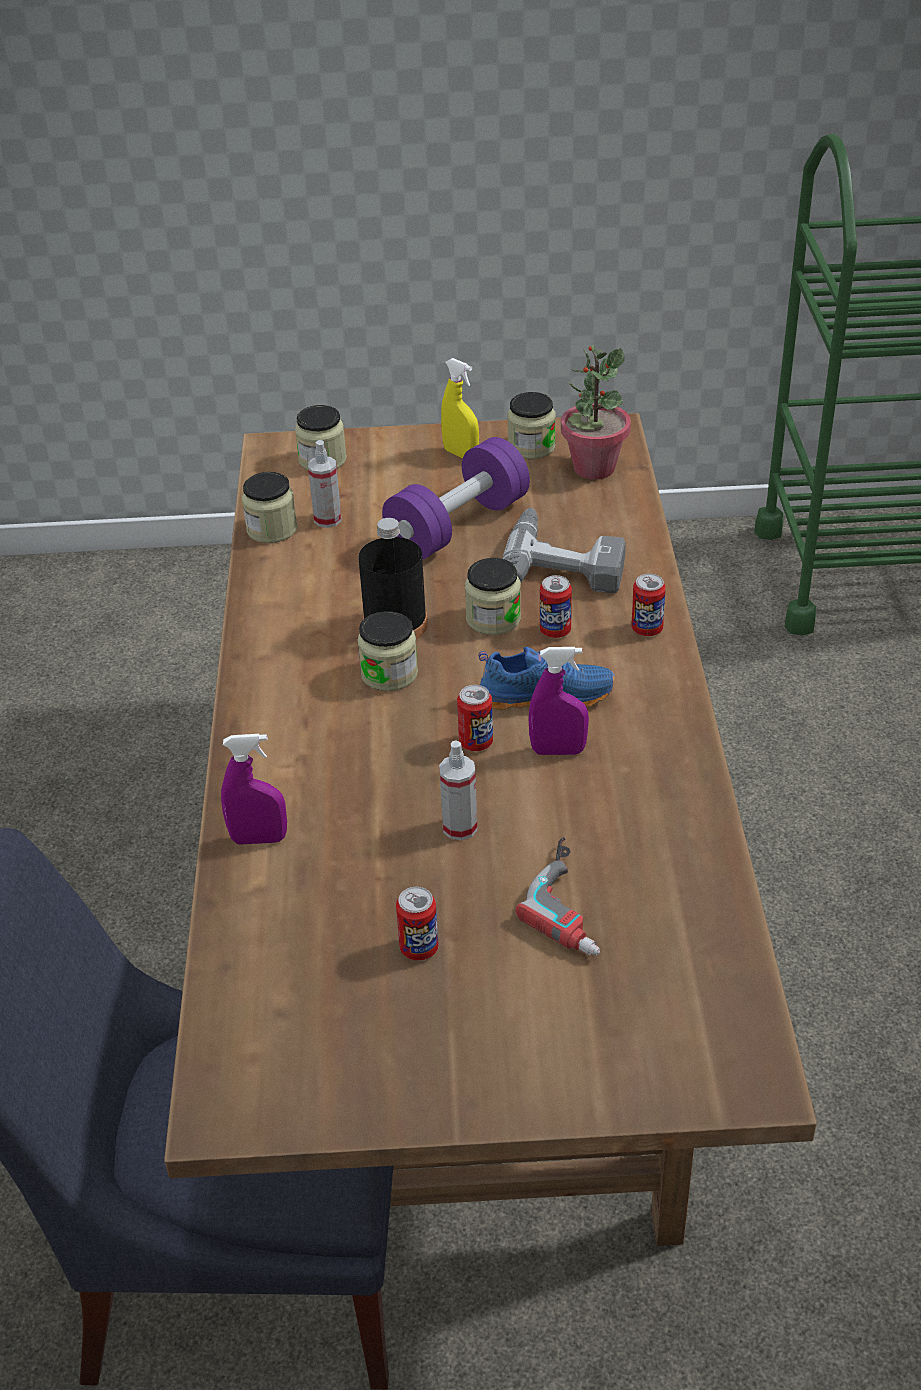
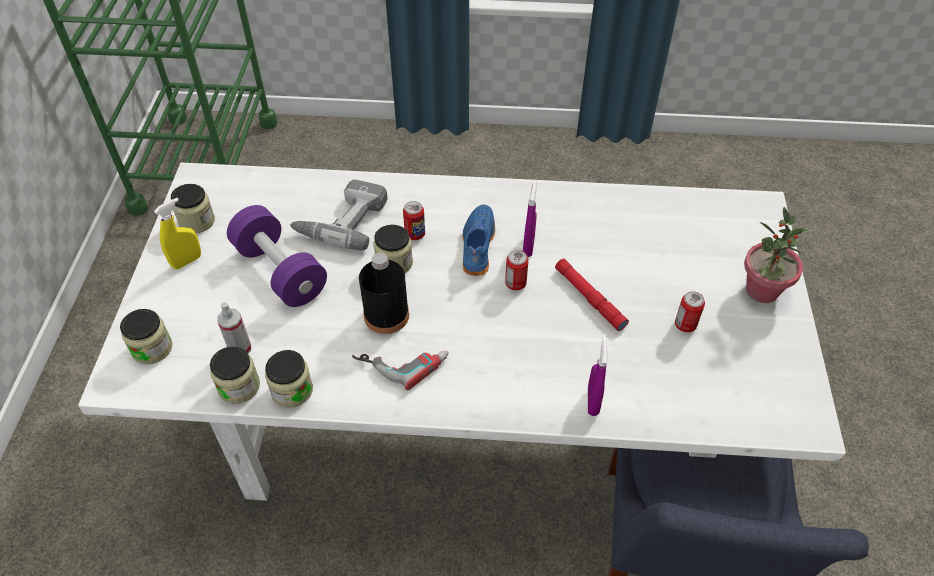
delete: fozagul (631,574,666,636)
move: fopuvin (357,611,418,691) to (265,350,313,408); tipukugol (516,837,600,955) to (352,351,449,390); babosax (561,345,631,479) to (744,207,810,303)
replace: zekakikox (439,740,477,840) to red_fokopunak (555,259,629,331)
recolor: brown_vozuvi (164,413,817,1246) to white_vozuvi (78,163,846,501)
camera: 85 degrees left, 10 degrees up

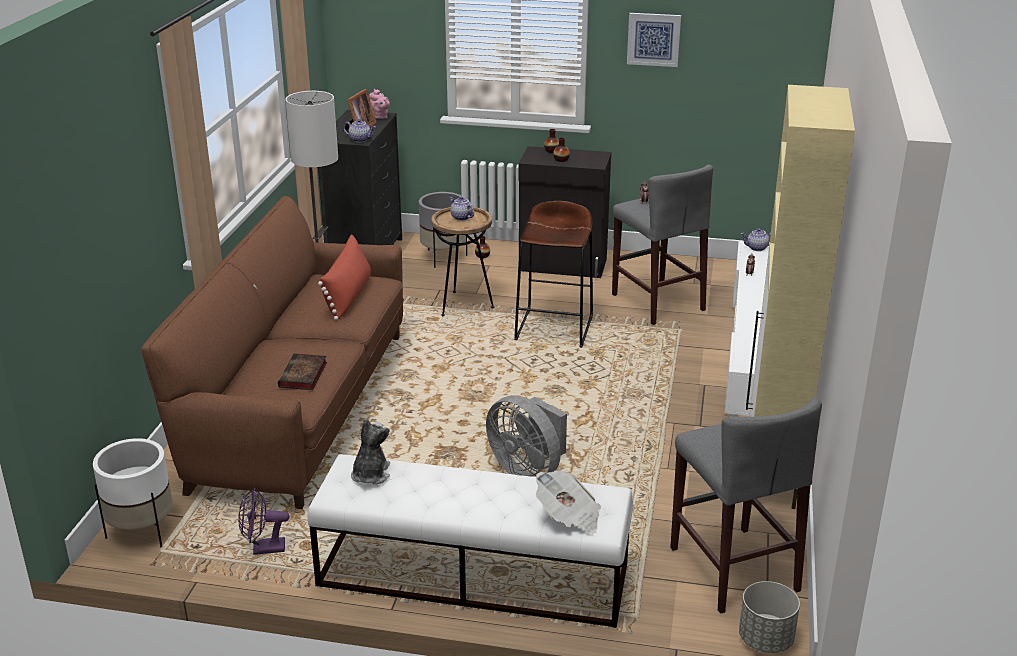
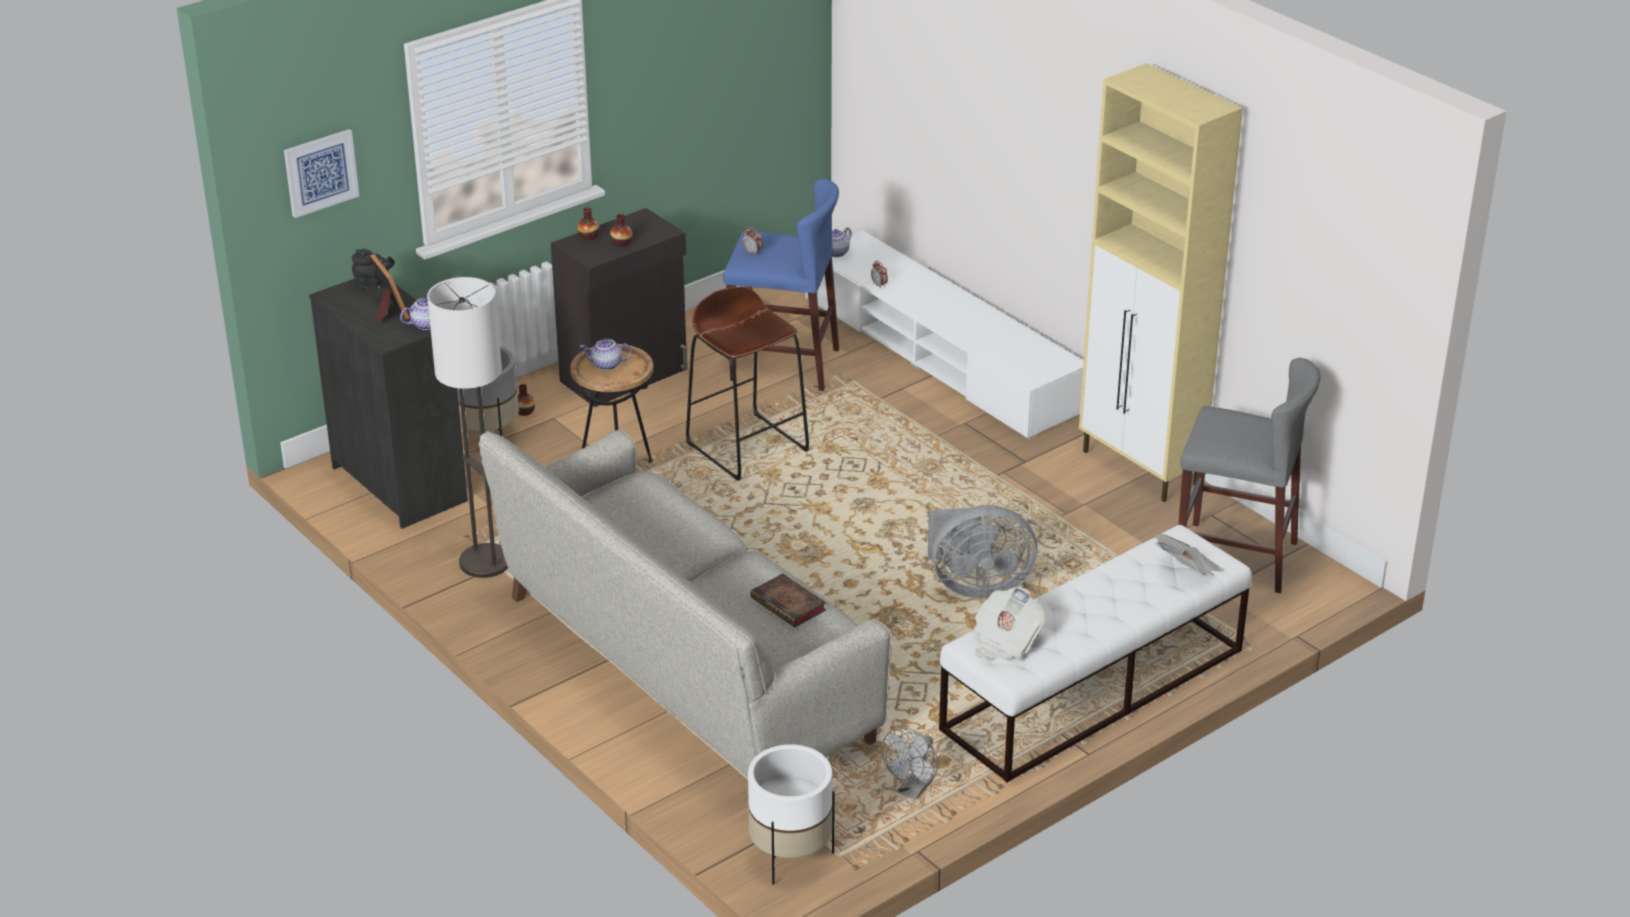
delete: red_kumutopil (318,234,371,320); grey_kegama (739,581,800,653)
move: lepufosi (627,13,681,67) to (284,129,359,218)
replace: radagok (351,419,390,485) to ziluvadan (973,587,1045,660)
recolor: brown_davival (142,196,404,509) to grey_davival (479,430,891,777); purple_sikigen (238,488,289,555) to grey_sikigen (882,727,938,800); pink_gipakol (369,89,390,119) to black_gipakol (352,249,395,289); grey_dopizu (612,164,713,325) to blue_dopizu (723,179,839,391)
camera: 50 degrees left, 5 degrees up

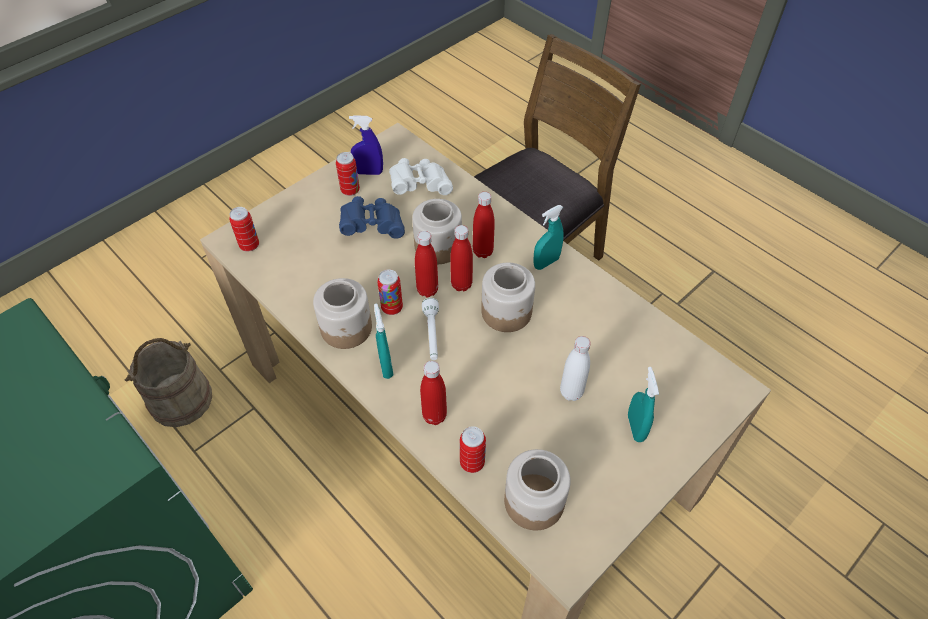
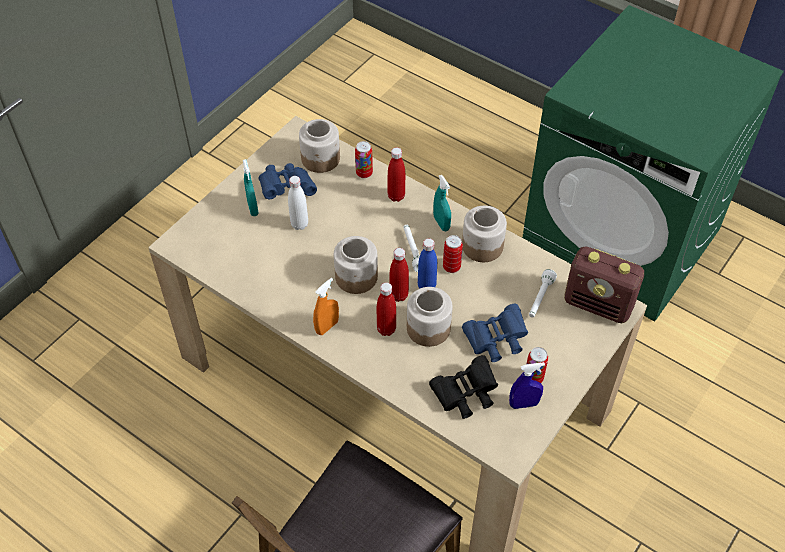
delete: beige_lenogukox (124,338,212,427)
insert: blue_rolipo (258,163,317,199); white_fokopunak (529,269,557,318)
replace: fozagul (229,207,259,252) to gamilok (564,247,644,323)
recolor: white_rolipo (389,158,453,195) to black_rolipo (429,355,498,419); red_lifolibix (415,231,438,297) to blue_lifolibix (418,238,437,289); turquoise_zekakikox (533,205,563,270) to orange_zekakikox (313,278,339,335)
camera: 170 degrees right, 0 degrees up

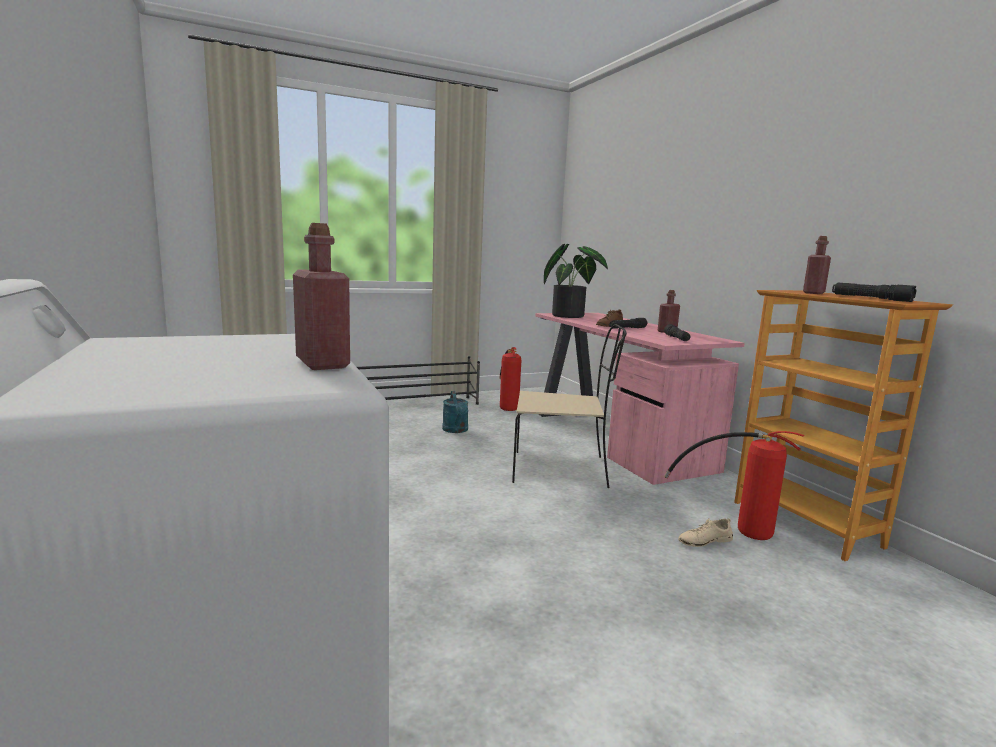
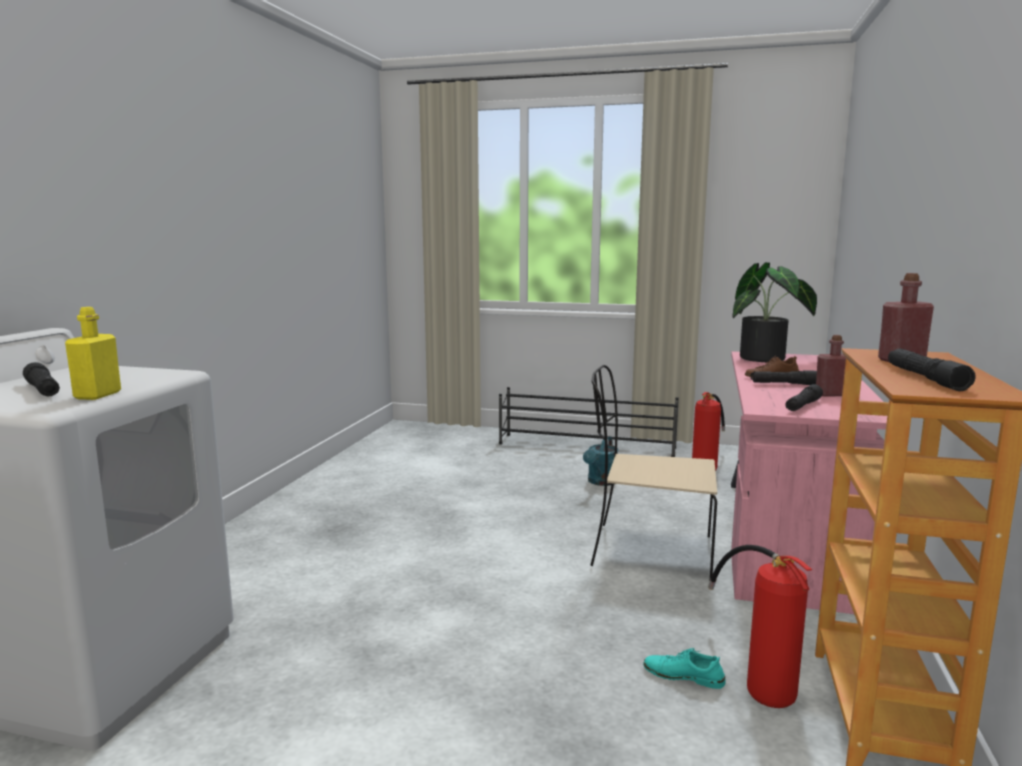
insert: black_fokopunak (23,362,60,396)
recolor: red_lifolibix (293,223,350,370) to yellow_lifolibix (65,307,121,400); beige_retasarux (678,518,733,547) to turquoise_retasarux (643,648,726,689)
rotate: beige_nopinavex (512,324,627,488) = (590,365,717,578) 150 degrees clockwise
camera: 40 degrees right, 0 degrees up

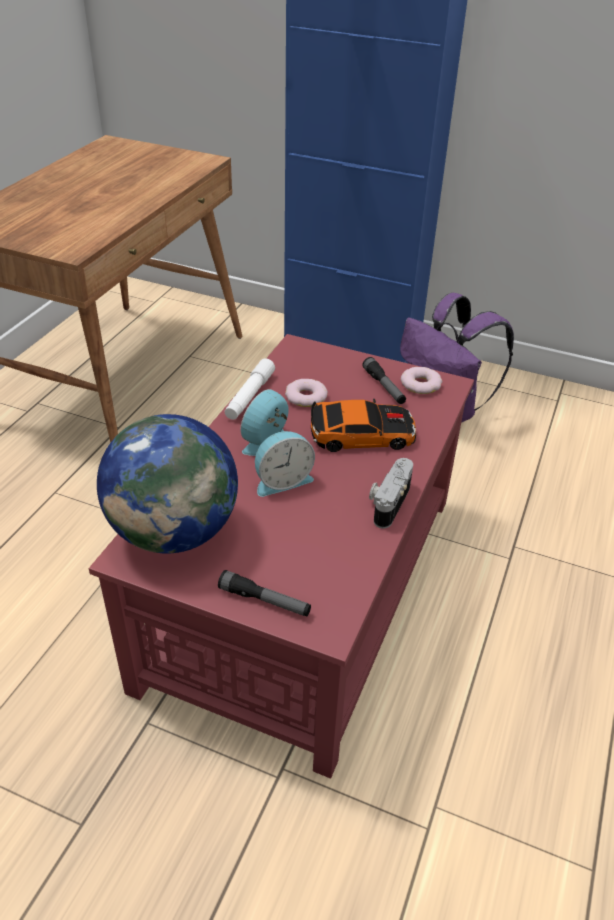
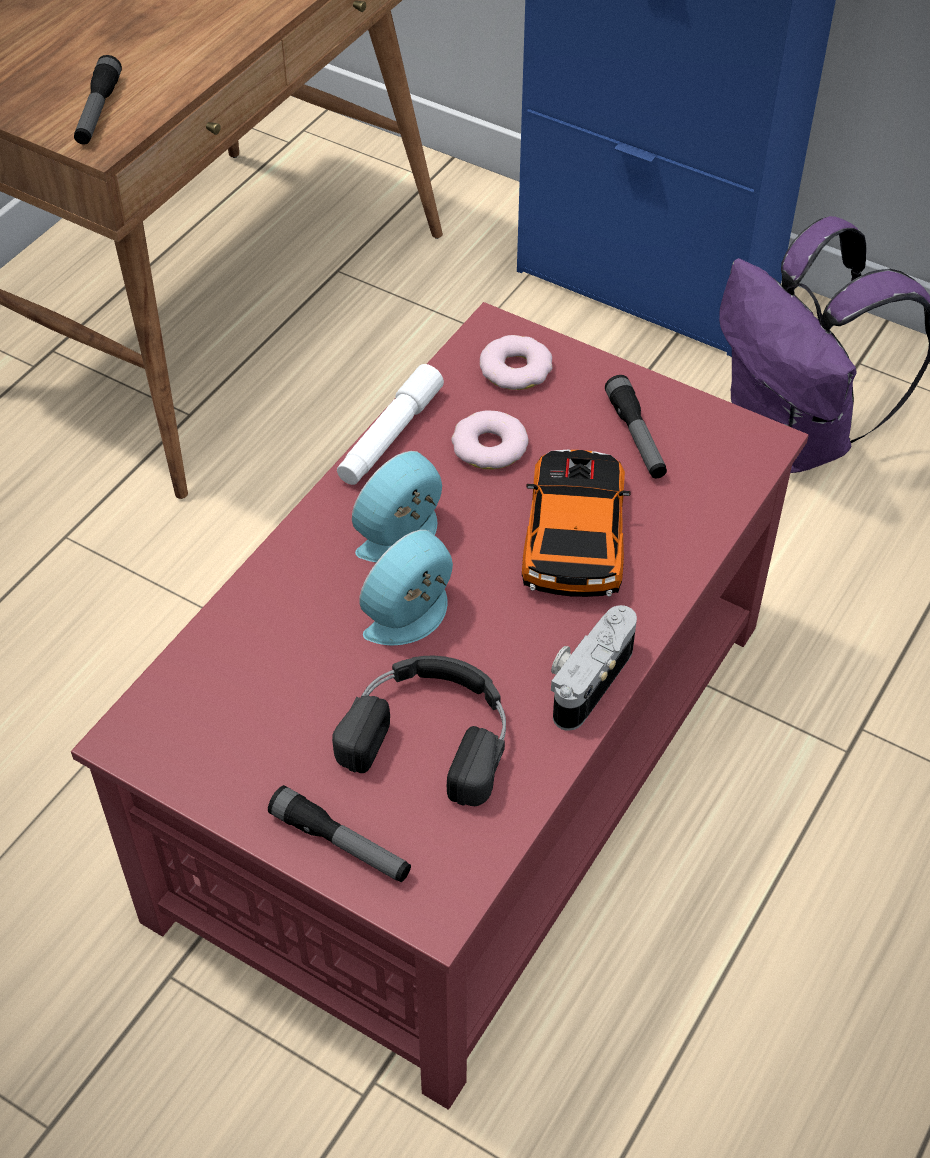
delete: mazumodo (97,414,238,553)
insert: fokopunak (74,55,122,145); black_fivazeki (332,656,506,806)
move: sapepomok (401,367,442,394) to (480,335,552,390)
rotate: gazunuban (255,431,315,497) = (359,530,453,645) 150 degrees clockwise; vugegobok (311,399,416,452) = (522,450,631,597) 90 degrees counterclockwise
camera: 10 degrees right, 10 degrees up

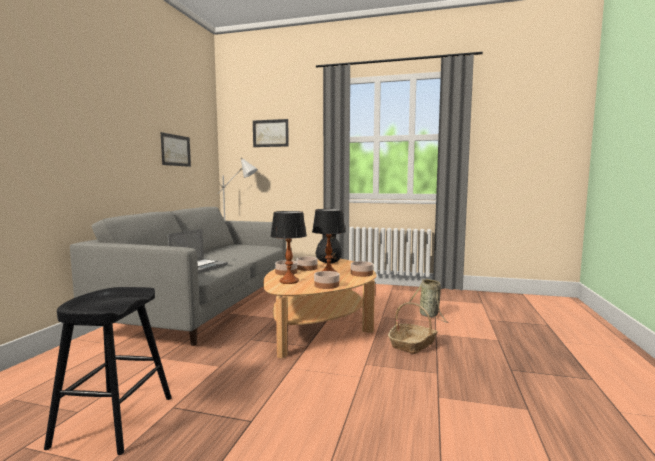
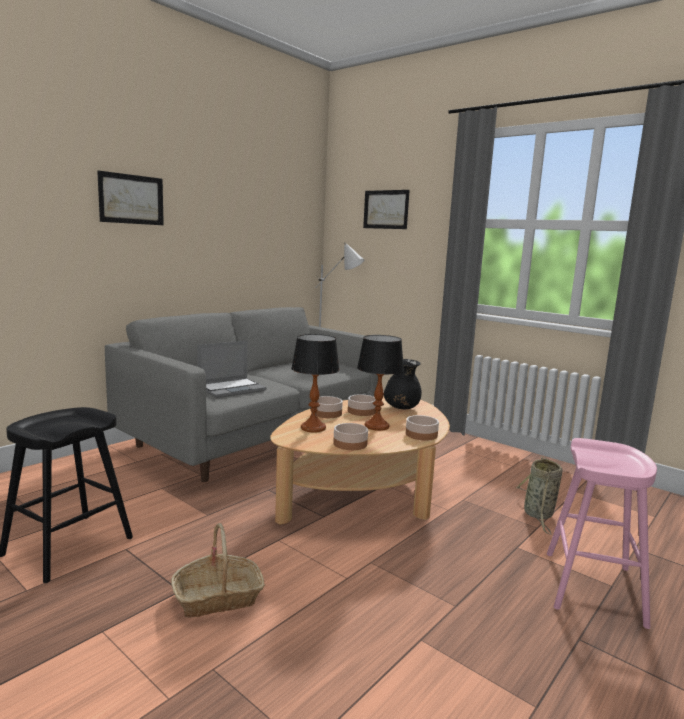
insert: pink_dopizu (547,438,657,629)
move: lepufosi (161,132,191,167) to (97,170,164,225); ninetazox (388,302,438,354) to (171,523,265,618)
camera: 25 degrees right, 5 degrees up

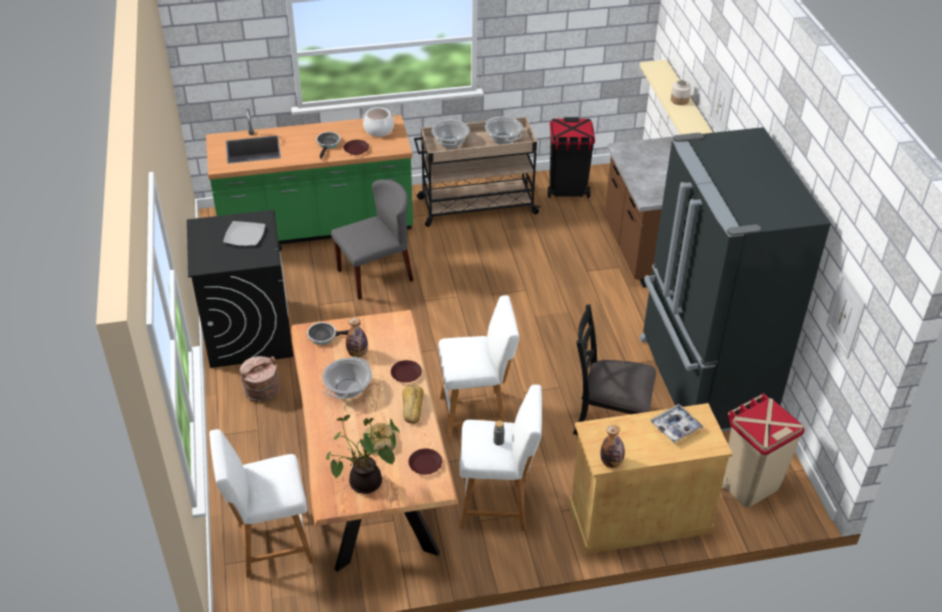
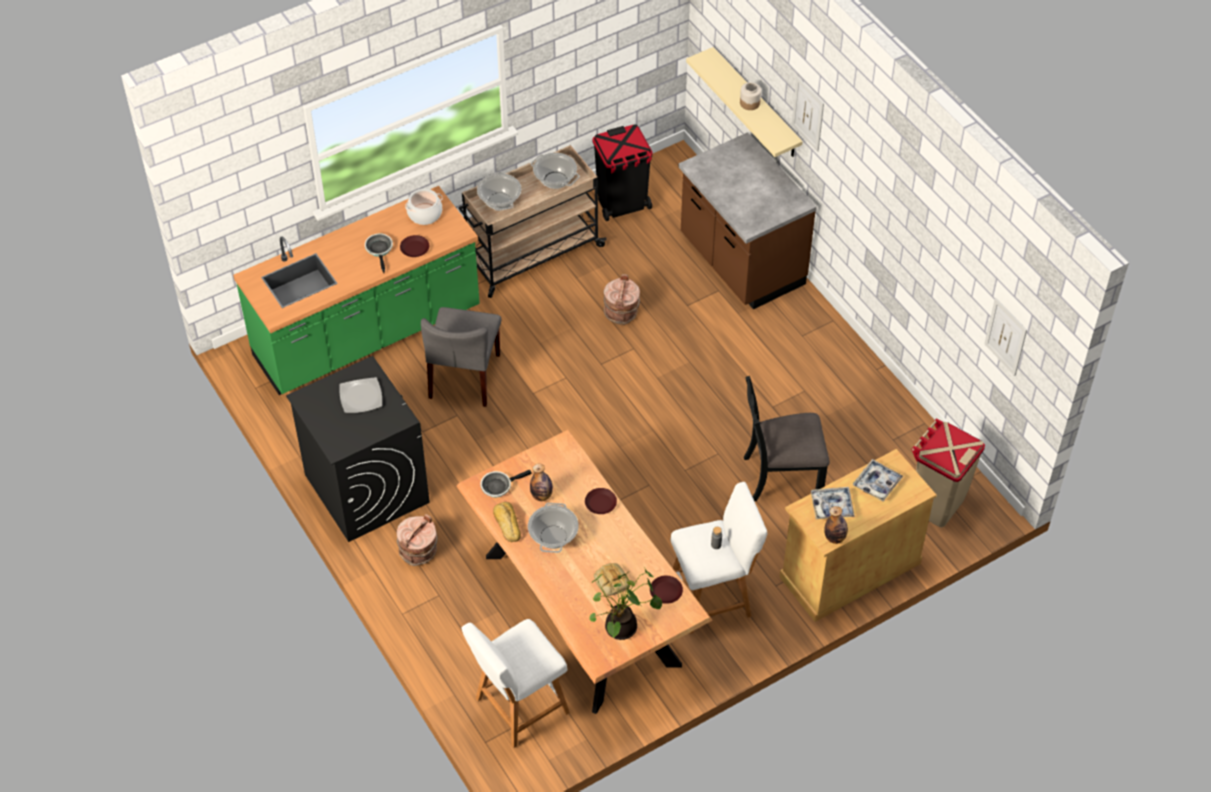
delete: white_dopizu (438,295,519,441); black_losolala (640,127,831,432)
insert: brown_lenogukox (603,274,640,325); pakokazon (811,487,855,519)
move: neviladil (402,386,424,424) to (493,502,521,542)
rotate: grey_nopinavex (331,179,413,300) = (421,307,501,407) 150 degrees clockwise
camera: 20 degrees left, 10 degrees up

